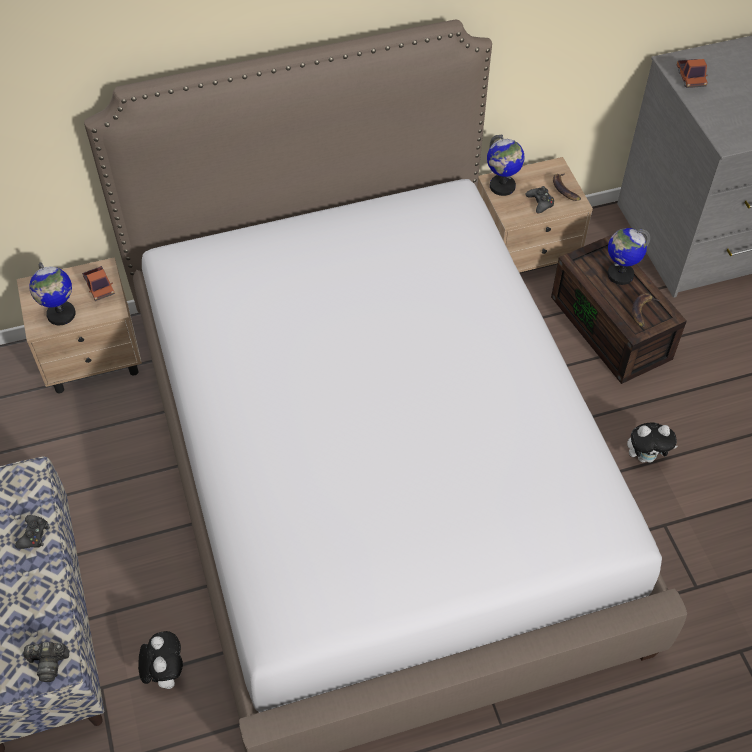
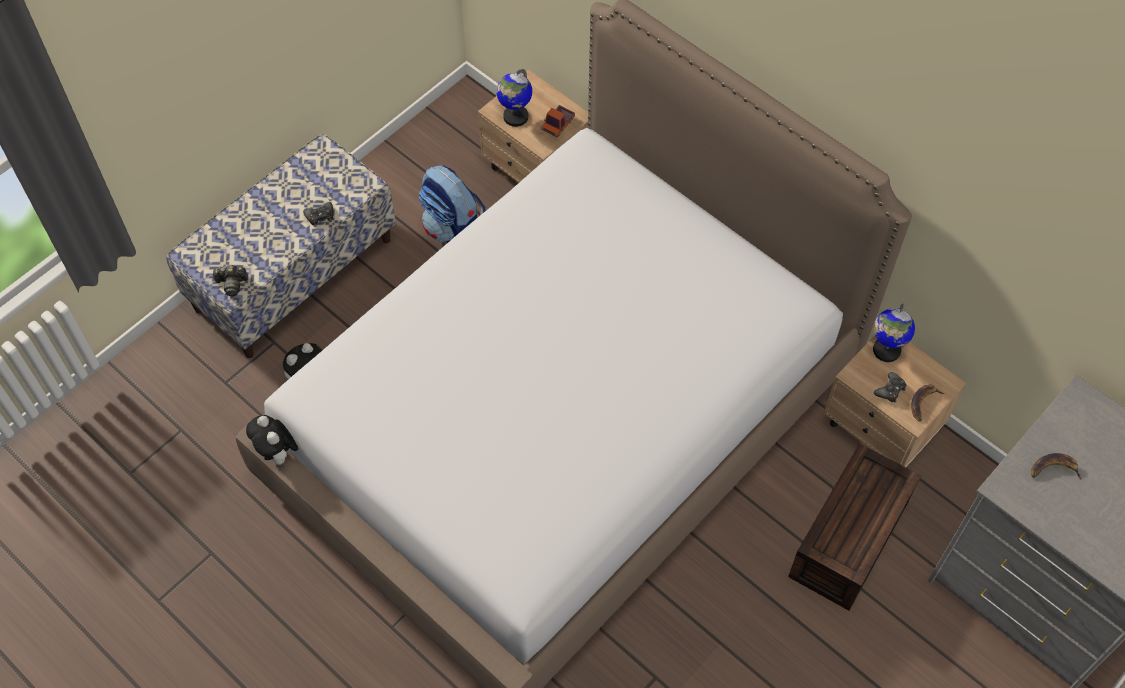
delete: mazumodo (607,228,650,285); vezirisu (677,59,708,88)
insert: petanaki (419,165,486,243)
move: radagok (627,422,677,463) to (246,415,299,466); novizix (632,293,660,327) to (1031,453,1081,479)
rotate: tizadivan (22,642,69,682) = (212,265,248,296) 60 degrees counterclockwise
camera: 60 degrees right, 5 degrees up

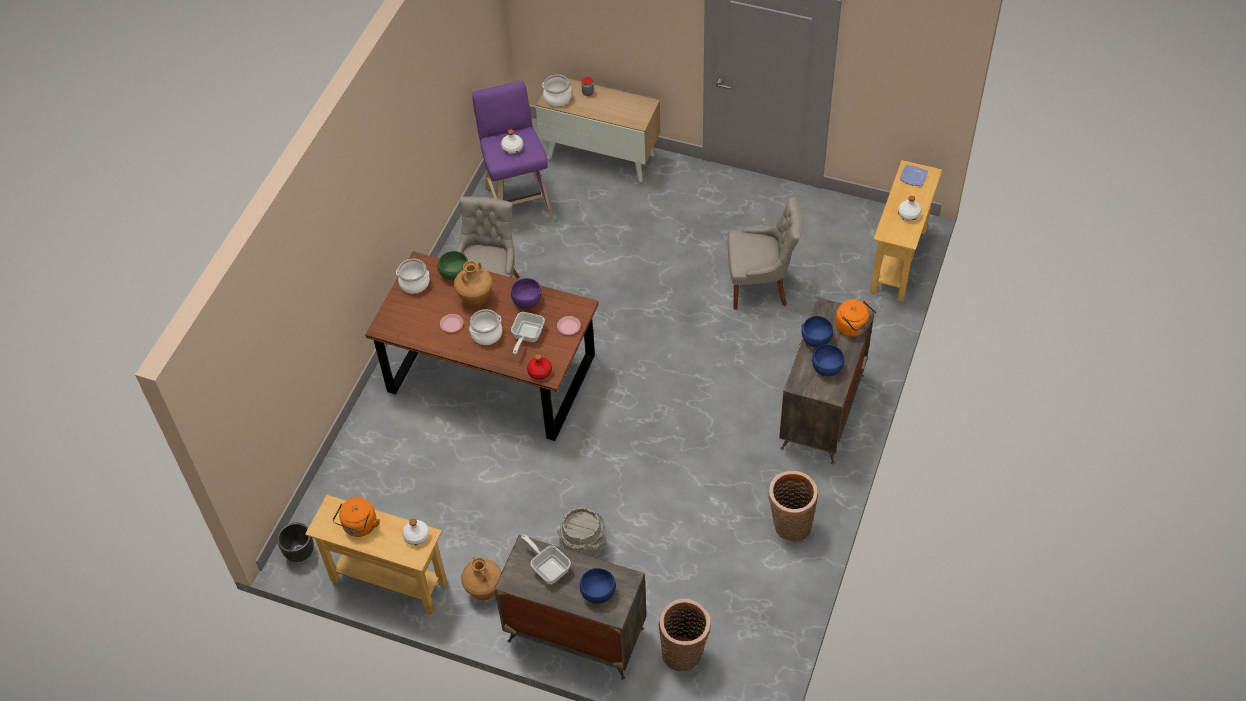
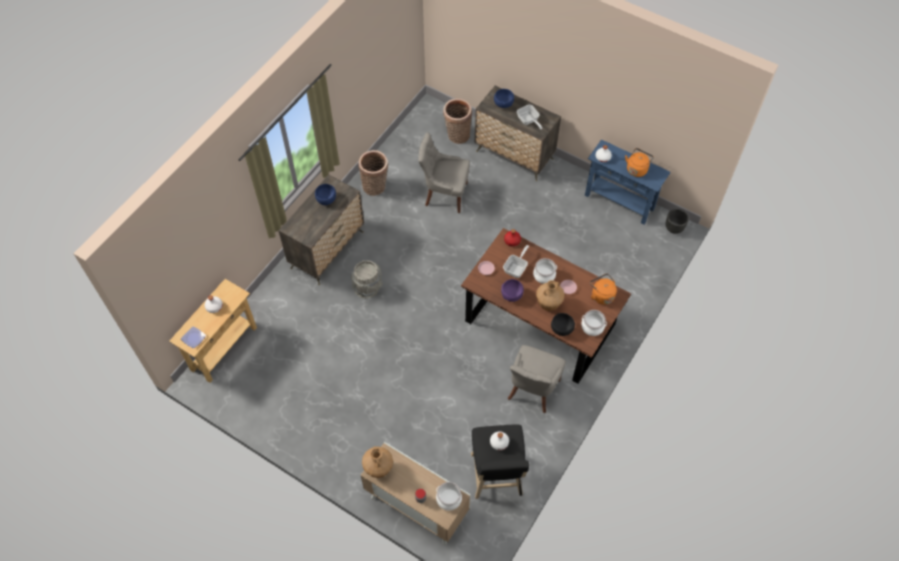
delete: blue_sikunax (801,316,833,347)
move: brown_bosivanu (461,556,502,600) to (362,447,393,478); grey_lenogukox (558,507,607,559) to (351,260,383,298); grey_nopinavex (728,197,801,310) to (418,133,470,213); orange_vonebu (835,299,876,337) to (590,274,617,305)
recolor: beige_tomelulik (305,495,447,614) to blue_tomelulik (585,139,670,225); green_sikunax (438,251,468,280) to black_sikunax (551,313,575,336); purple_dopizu (472,80,552,214) to black_dopizu (471,424,529,499)
camera: 170 degrees left, 5 degrees up

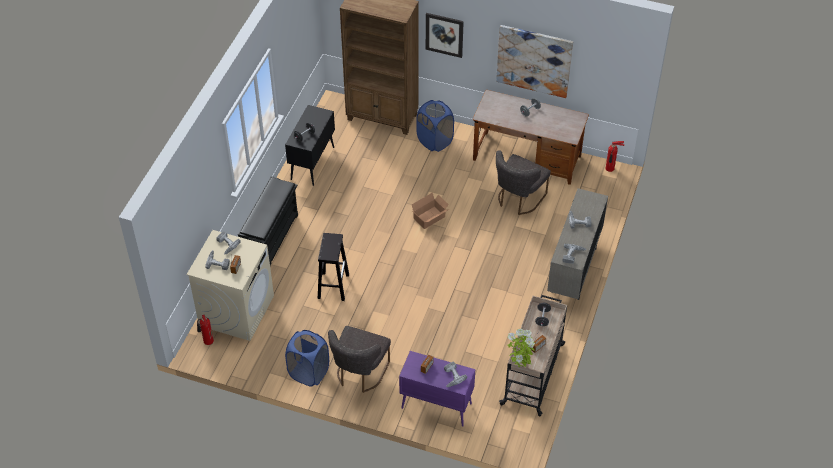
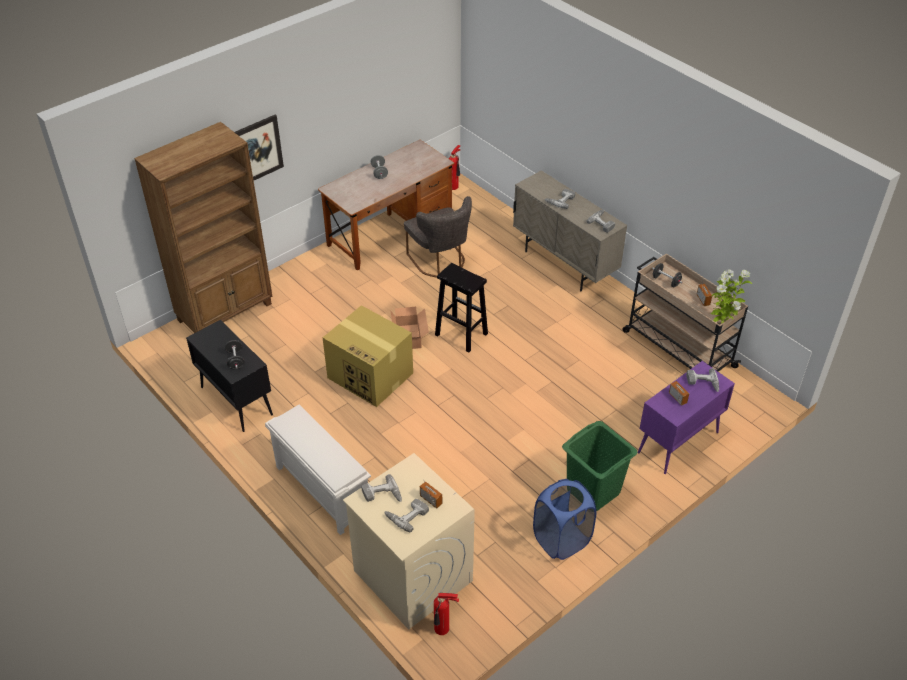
delete: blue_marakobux (416,100,454,152); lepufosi (496,25,573,98)
insert: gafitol (323,305,413,407)
move: black_dopizu (318,233,349,301) to (435,263,488,353)
replace: grey_nopinavex (328,326,391,393) to green_marakobux (562,421,637,511)
recolor: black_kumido (238,176,298,266) to white_kumido (265,405,371,535)
camera: 60 degrees left, 5 degrees down

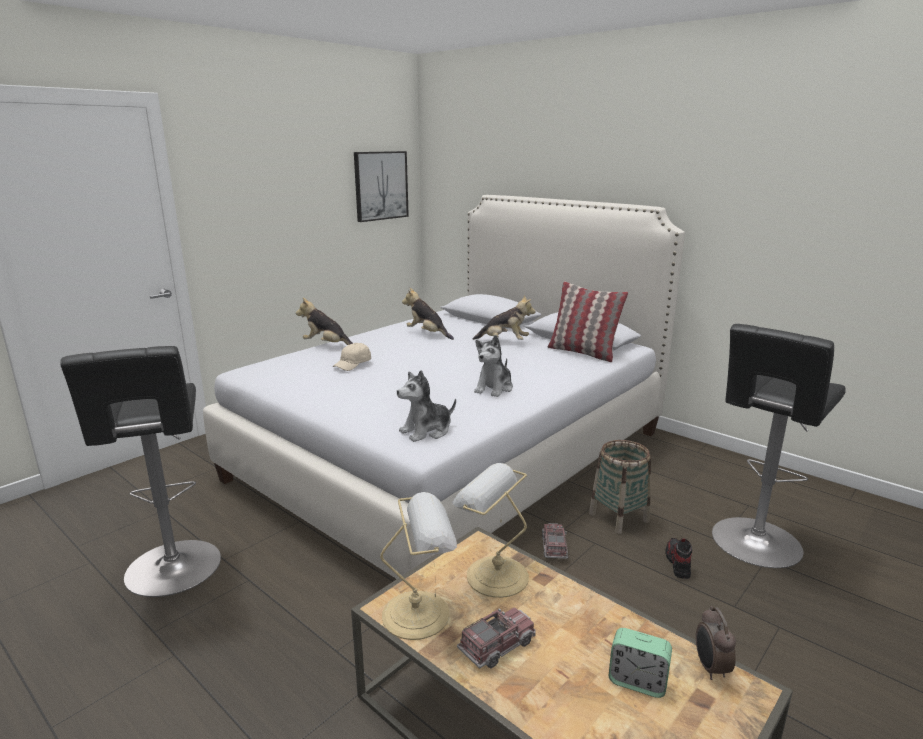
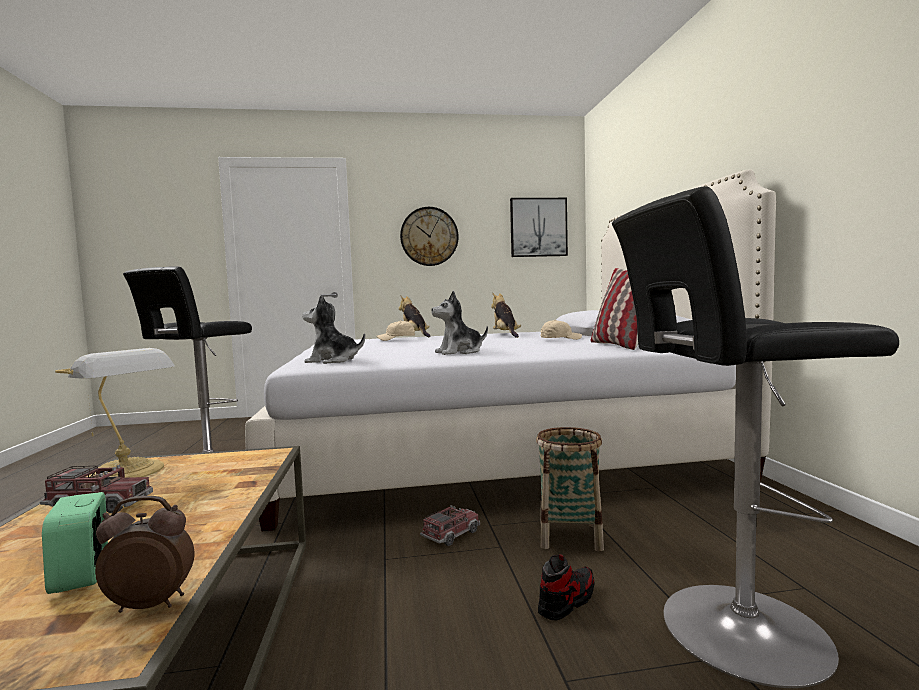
delete: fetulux (452,463,529,598)
insert: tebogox (400,207,459,266)
replace: radagok (473,295,536,340) to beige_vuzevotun (541,320,582,340)
rotate: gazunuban (696,606,736,680) = (95,496,195,613) 45 degrees clockwise
camera: 40 degrees right, 15 degrees down

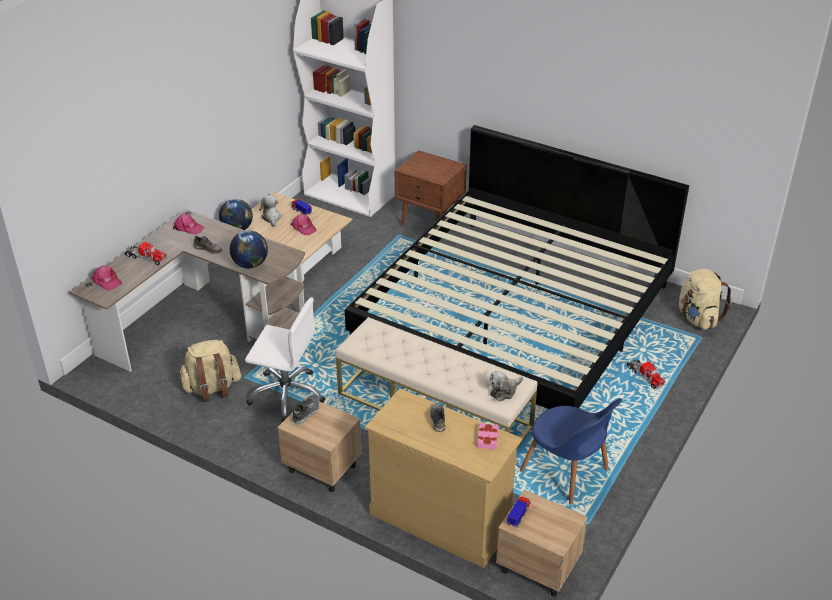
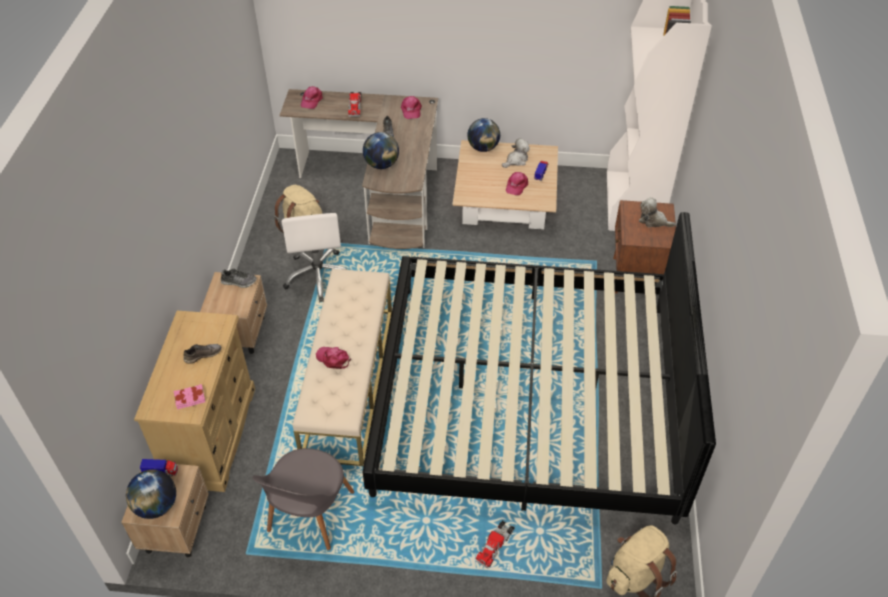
insert: mazumodo (126,470,176,519); pink_vuzevotun (316,347,351,369)
move: radagok (490,371,523,401) to (639,197,676,227)
recolor: blue_nopinavex (520,398,622,504) to grey_nopinavex (252,448,354,550)
camera: 65 degrees right, 10 degrees up

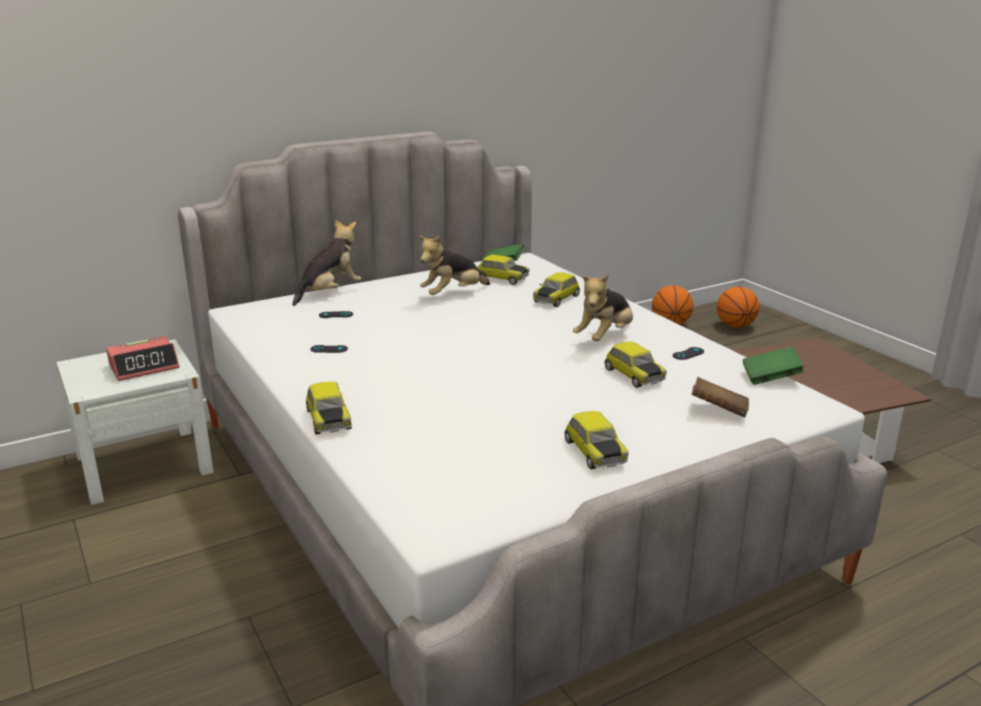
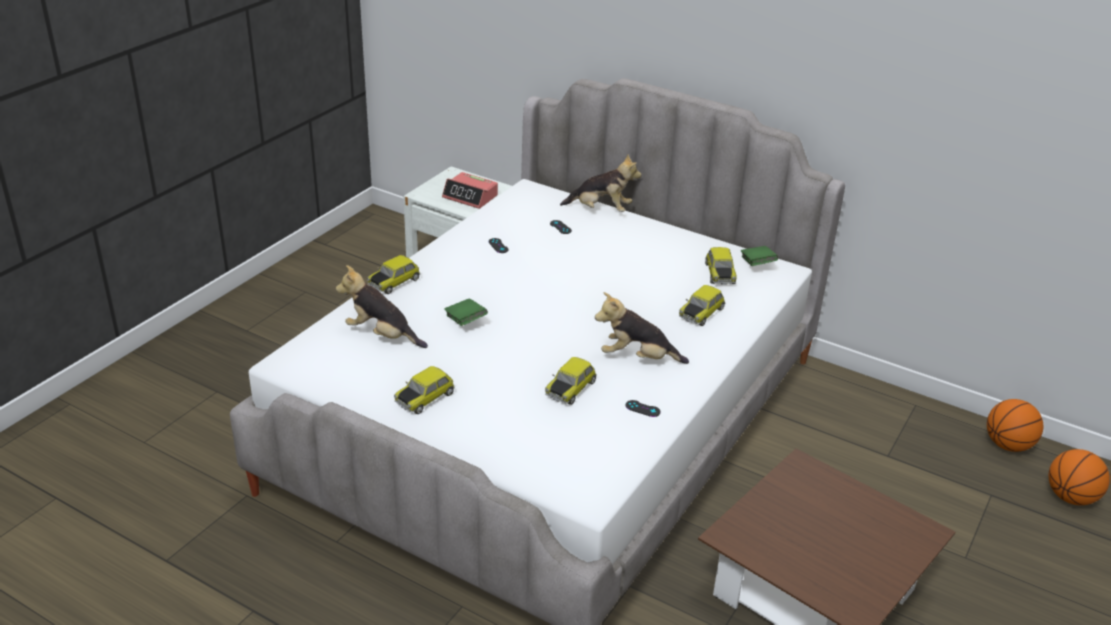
delete: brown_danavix (692,377,749,417)
move: radagok (418,236,490,295) to (336,265,428,348); green_danavix (743,346,804,385) to (444,299,488,326)
rotate: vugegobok (533,272,580,307) = (679,285,725,326) 60 degrees counterclockwise
camera: 60 degrees right, 10 degrees up

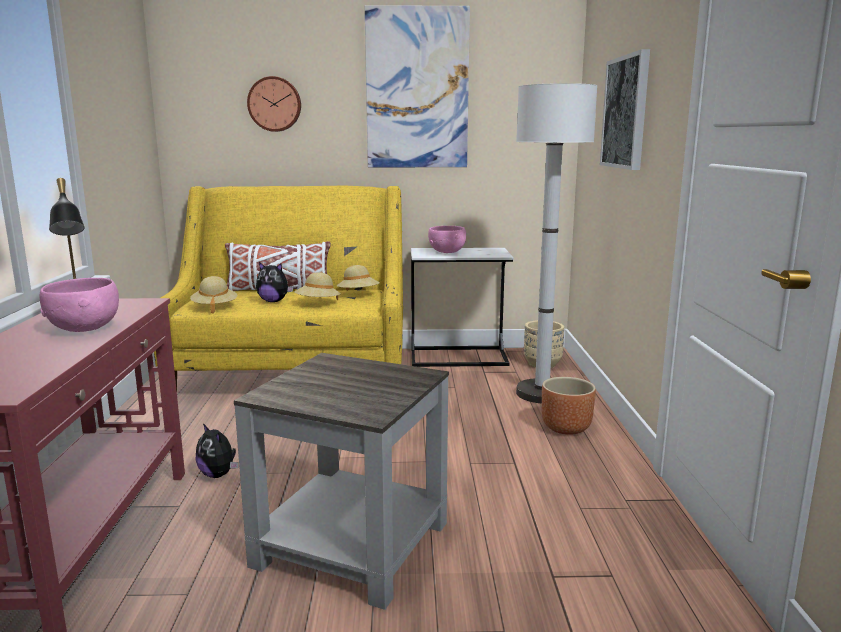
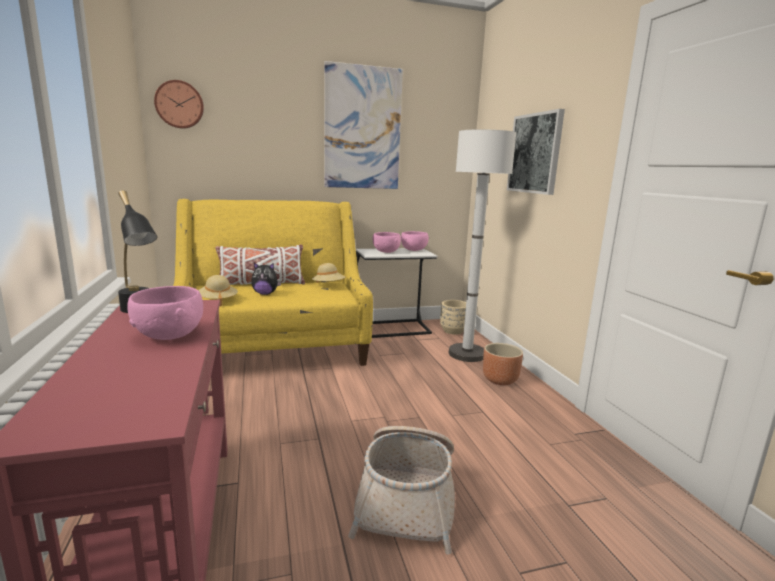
delete: radagok (196,423,238,478); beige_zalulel (295,272,341,300)
insert: pink_sikunax (401,231,429,251)
move: tebogox (247,76,301,132) to (154,80,204,129)
replace: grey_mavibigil (234,353,449,610) to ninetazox (348,426,455,554)
camera: 15 degrees left, 0 degrees up

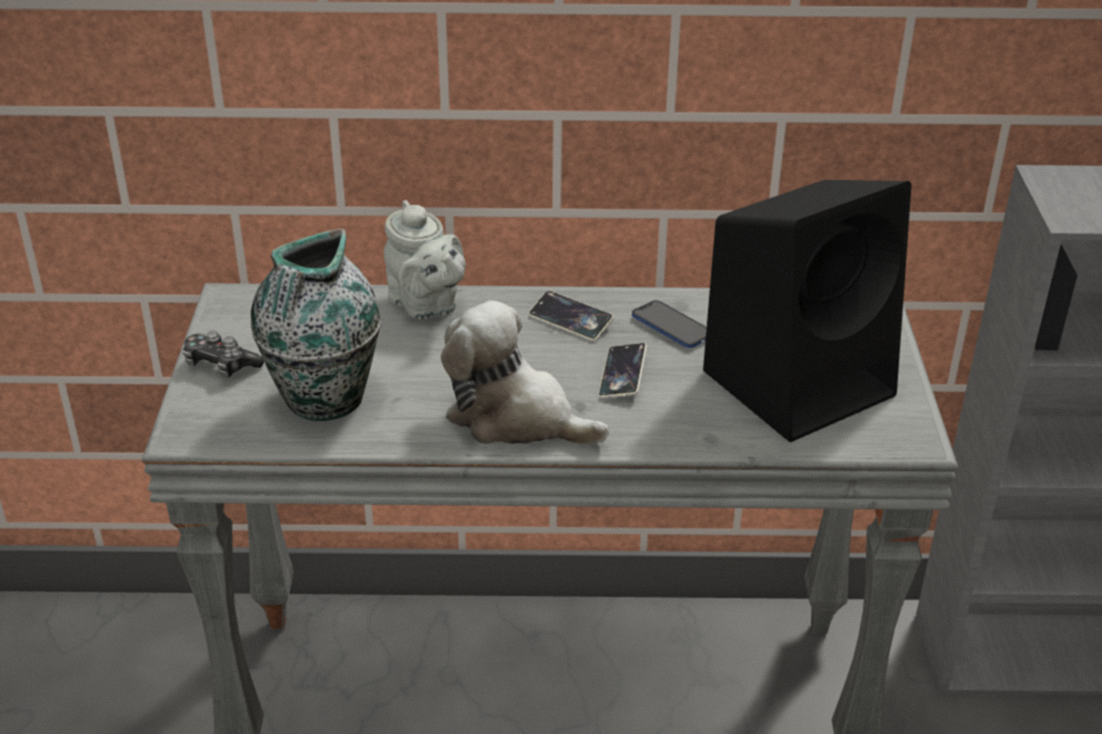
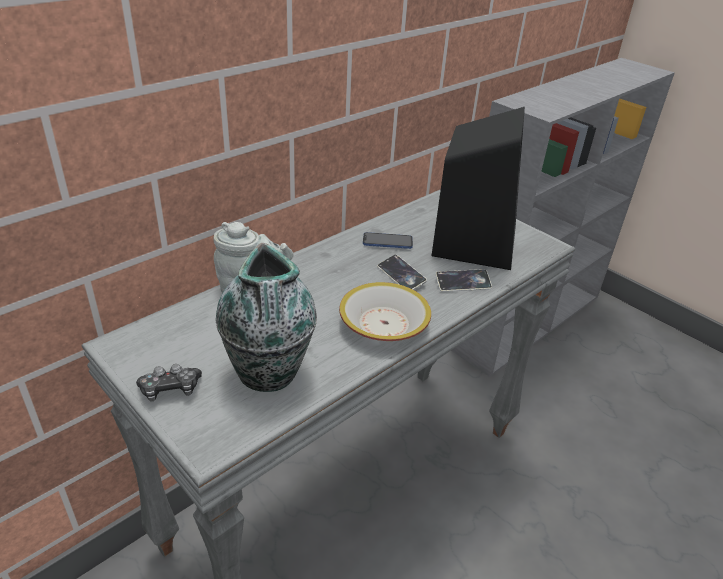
move: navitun (528,291,614,341) to (435,269,492,292)
replace: radagok (441,300,609,445) to sikunax (339,282,431,341)
camera: 45 degrees left, 0 degrees up

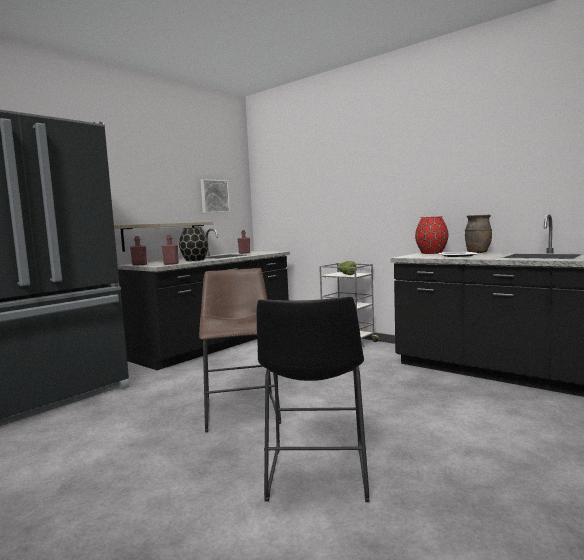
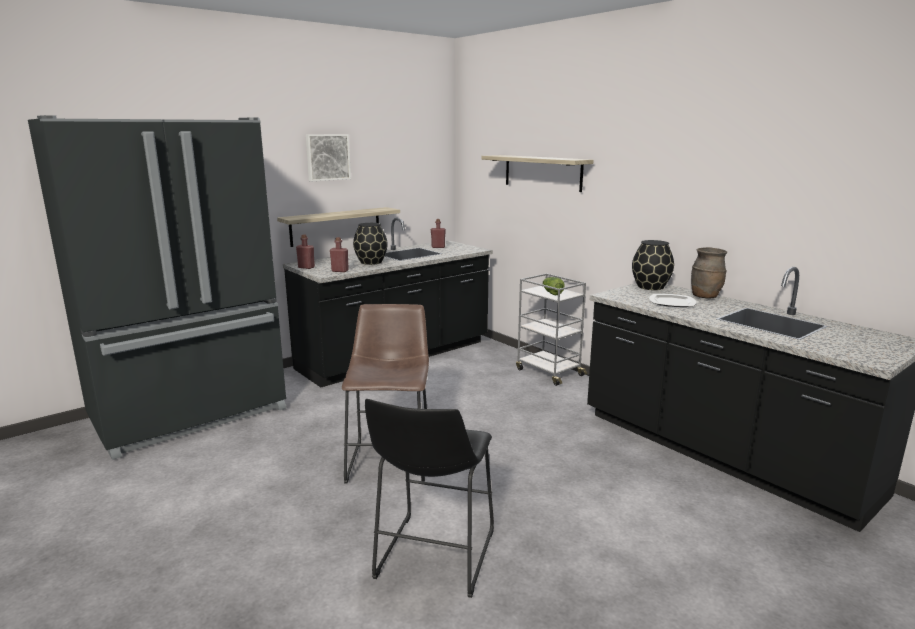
insert: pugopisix (481,155,594,192)
move: lepufosi (201,179,230,213) to (306,134,351,181)
recolor: red_bosivanu (415,216,448,254) to black_bosivanu (632,240,674,290)
camera: 10 degrees right, 10 degrees up

